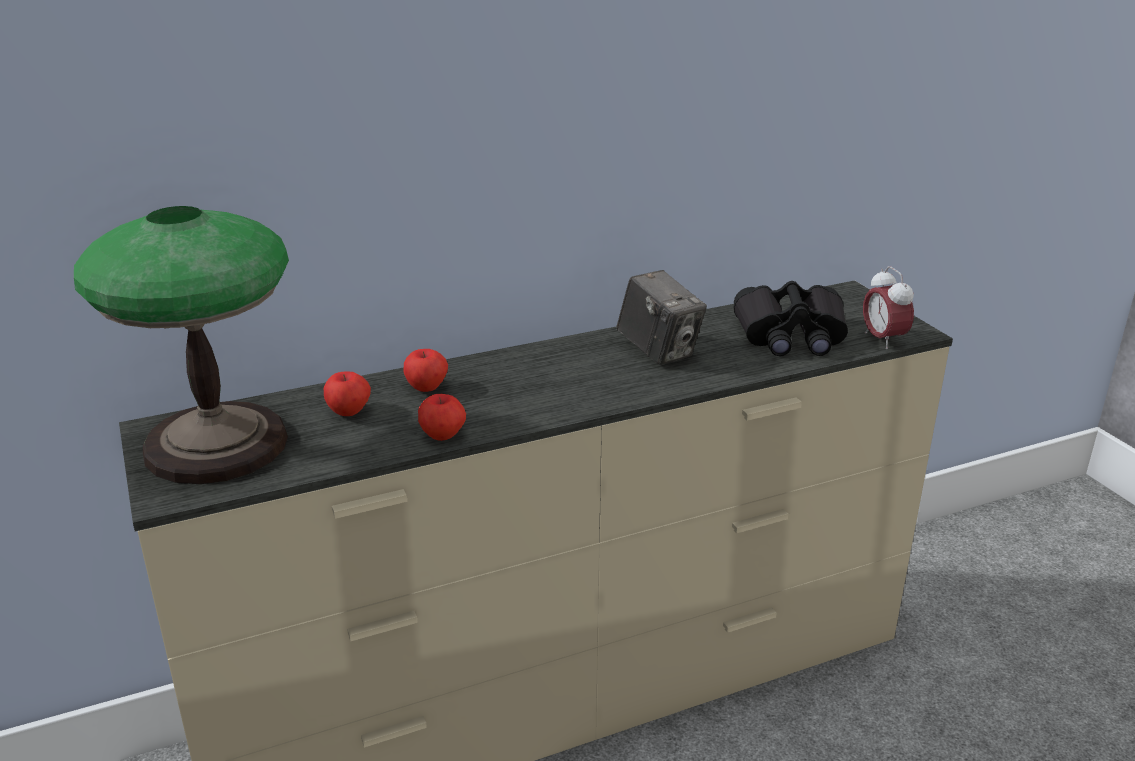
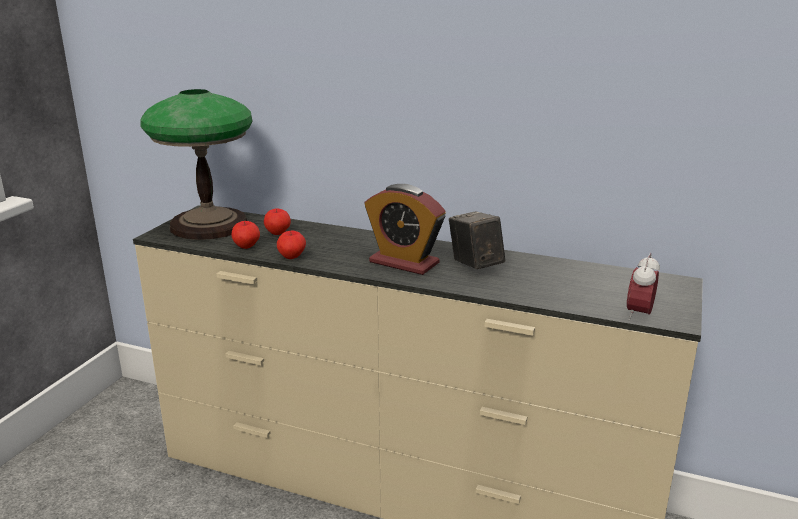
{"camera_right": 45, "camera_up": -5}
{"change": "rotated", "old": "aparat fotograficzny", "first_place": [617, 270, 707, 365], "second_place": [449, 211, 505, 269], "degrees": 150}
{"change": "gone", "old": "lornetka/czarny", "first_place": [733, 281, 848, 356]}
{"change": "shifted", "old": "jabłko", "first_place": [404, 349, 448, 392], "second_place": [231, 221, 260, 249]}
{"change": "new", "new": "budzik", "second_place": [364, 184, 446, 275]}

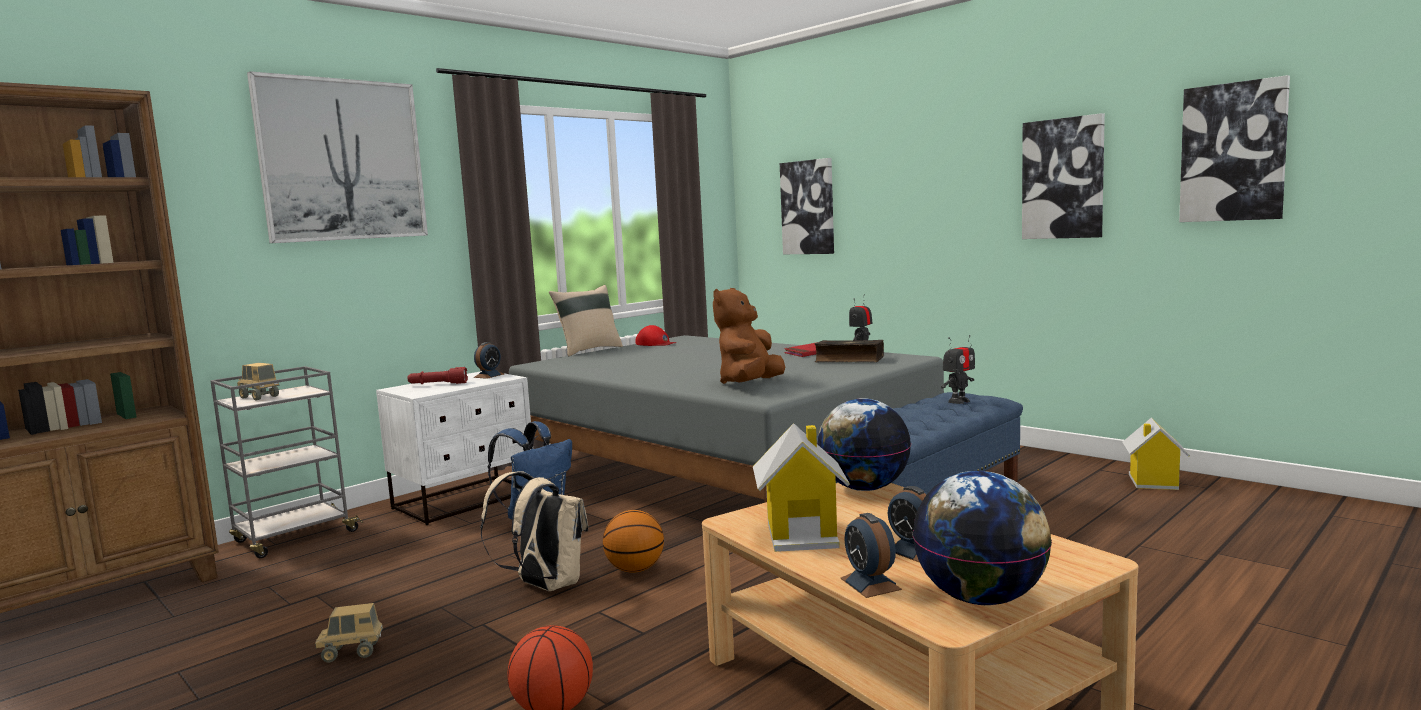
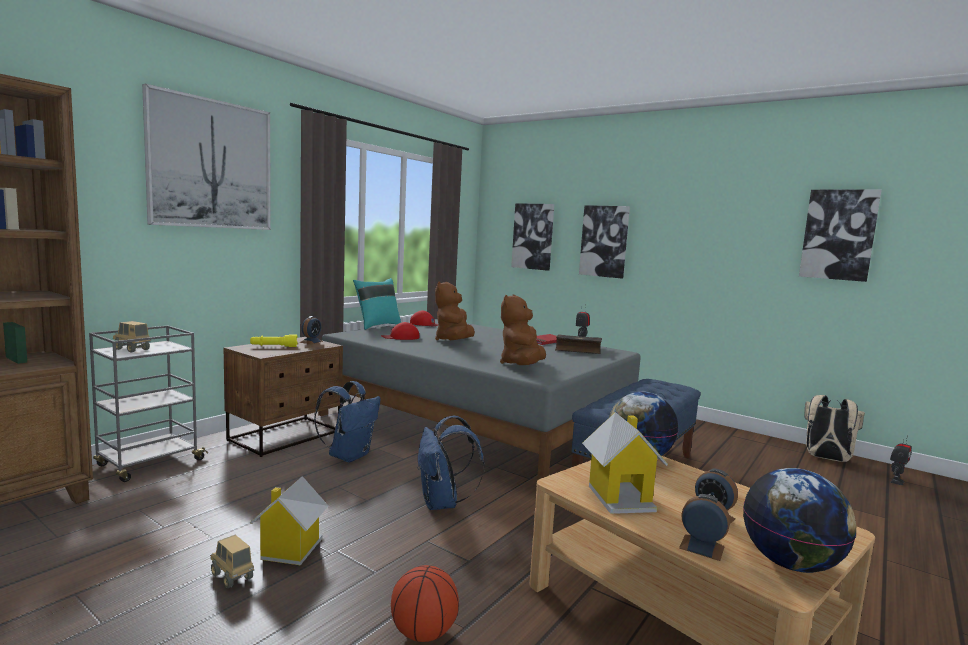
{"camera_right": -10, "camera_up": 0}
{"change": "shifted", "old": "obraz", "first_place": [1022, 113, 1105, 239], "second_place": [579, 205, 630, 278]}
{"change": "repainted", "old": "poduszka/beżowy", "new": "poduszka/turkusowy", "first_place": [549, 285, 623, 356], "second_place": [353, 278, 401, 330]}
{"change": "shifted", "old": "robot zabawkowy", "first_place": [941, 335, 975, 404], "second_place": [890, 436, 912, 485]}
{"change": "repainted", "old": "latarka/czerwony", "new": "latarka/żółty", "first_place": [408, 367, 468, 384], "second_place": [250, 335, 297, 347]}
{"change": "repainted", "old": "szafka nocna/biały", "new": "szafka nocna/brązowy", "first_place": [376, 371, 533, 525], "second_place": [224, 337, 343, 457]}
{"change": "shifted", "old": "domek", "first_place": [1123, 418, 1190, 490], "second_place": [250, 476, 328, 565]}
{"change": "shifted", "old": "plecak/beżowy", "first_place": [480, 471, 588, 591], "second_place": [804, 395, 865, 462]}
{"change": "swapped", "old": "piłka do koszykówki", "new": "plecak/niebieski", "first_place": [603, 510, 664, 573], "second_place": [418, 416, 485, 510]}
{"change": "rotated", "old": "budzik", "first_place": [840, 513, 902, 598], "second_place": [679, 494, 730, 561], "degrees": 150}
{"change": "rotated", "old": "ciężarówka zabawkowa", "first_place": [315, 603, 383, 662], "second_place": [210, 535, 255, 588], "degrees": 60}
{"change": "new", "new": "pluszak/brązowy", "second_place": [435, 282, 475, 340]}
{"change": "new", "new": "czapka z daszkiem/czerwony", "second_place": [381, 322, 420, 340]}

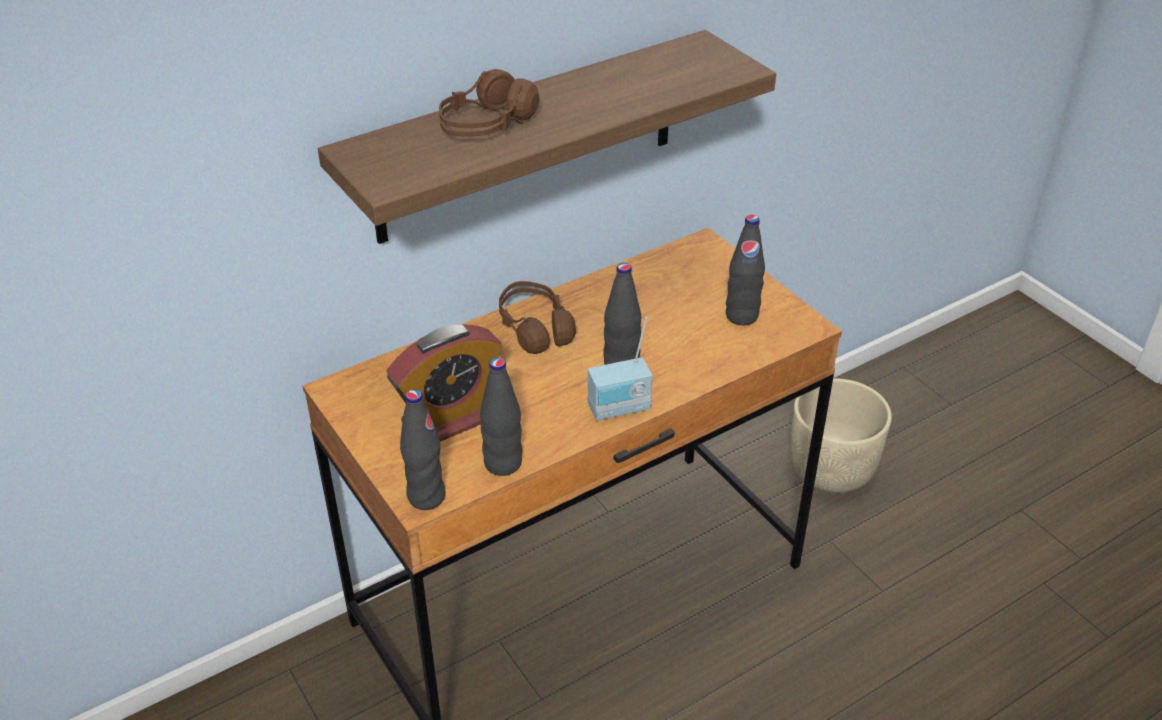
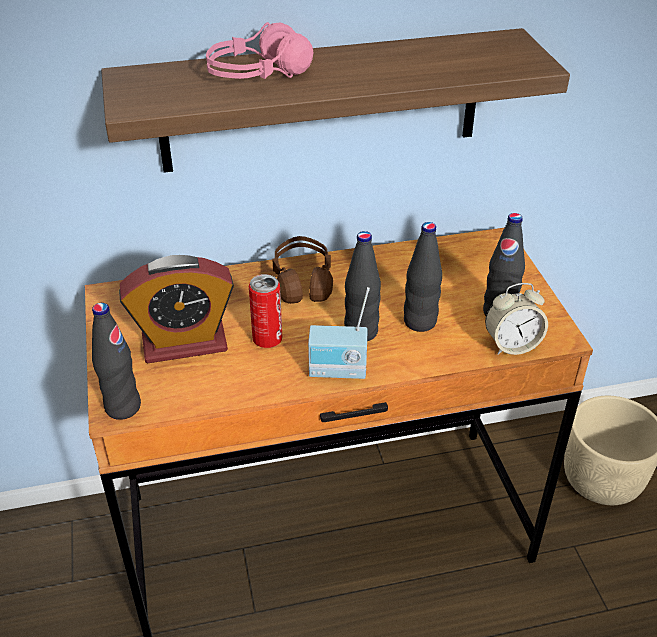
{"camera_right": 20, "camera_up": 0}
{"change": "repainted", "old": "słuchawki/brązowy", "new": "słuchawki/różowy", "first_place": [439, 69, 540, 137], "second_place": [206, 22, 314, 79]}
{"change": "shifted", "old": "butelka/czarny", "first_place": [480, 357, 522, 476], "second_place": [404, 222, 442, 332]}
{"change": "new", "new": "puszka", "second_place": [249, 274, 282, 348]}
{"change": "new", "new": "budzik", "second_place": [485, 283, 548, 355]}

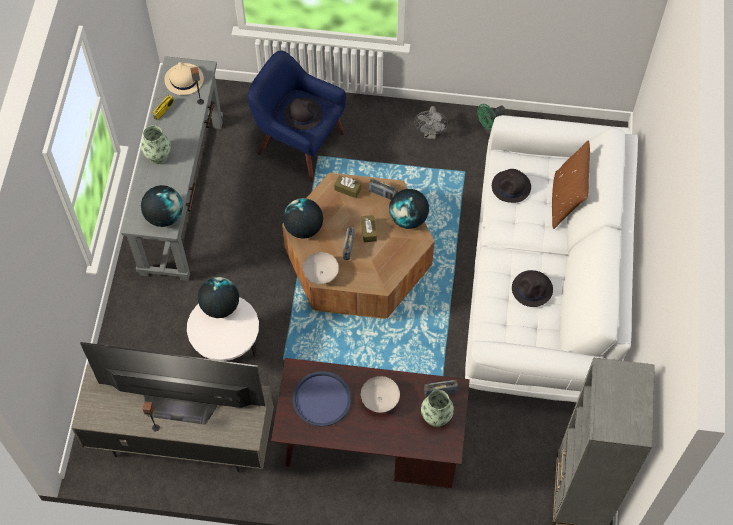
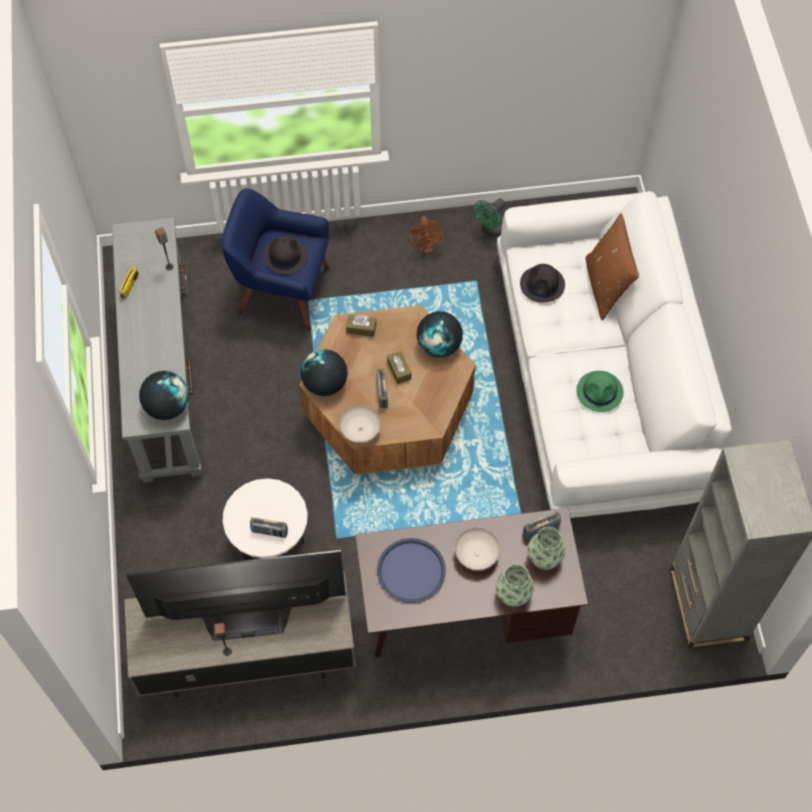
{"camera_right": -15, "camera_up": 0}
{"change": "gone", "old": "kapelusz/beżowy", "first_place": [164, 62, 204, 95]}
{"change": "repainted", "old": "wentylator/szary", "new": "wentylator/brązowy", "first_place": [414, 106, 448, 139], "second_place": [408, 216, 446, 254]}
{"change": "shifted", "old": "wazon", "first_place": [141, 125, 171, 164], "second_place": [496, 564, 534, 607]}
{"change": "shifted", "old": "radio", "first_place": [369, 178, 398, 200], "second_place": [250, 518, 288, 538]}
{"change": "repainted", "old": "kapelusz/czarny", "new": "kapelusz/zielony", "first_place": [512, 270, 553, 307], "second_place": [576, 371, 624, 412]}
{"change": "gone", "old": "globus", "first_place": [198, 277, 239, 318]}

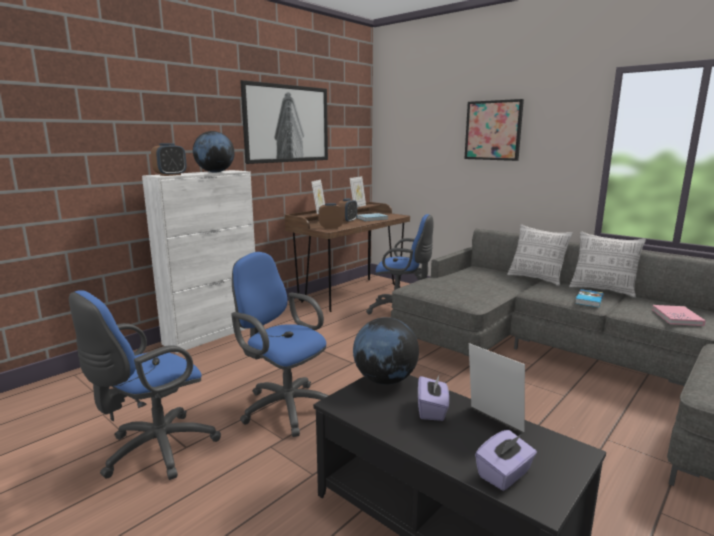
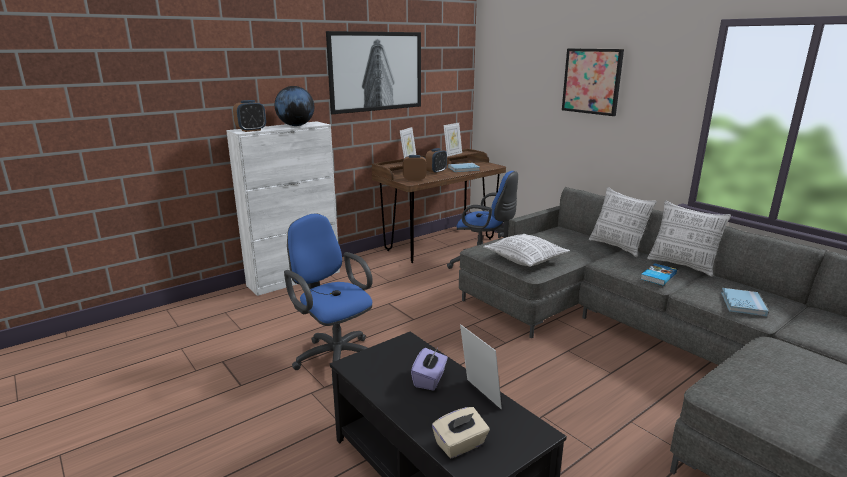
{"camera_right": 10, "camera_up": 5}
{"change": "gone", "old": "krzesło biurowe/niebieski", "first_place": [69, 290, 221, 480]}
{"change": "repainted", "old": "książka/różowy", "new": "książka/niebieski", "first_place": [652, 305, 706, 326], "second_place": [721, 288, 768, 316]}
{"change": "gone", "old": "globus", "first_place": [353, 317, 419, 385]}
{"change": "repainted", "old": "pudełko chusteczek/fioletowy", "new": "pudełko chusteczek/beżowy", "first_place": [475, 430, 537, 491], "second_place": [432, 407, 490, 458]}
{"change": "new", "new": "poduszka", "second_place": [483, 234, 570, 267]}

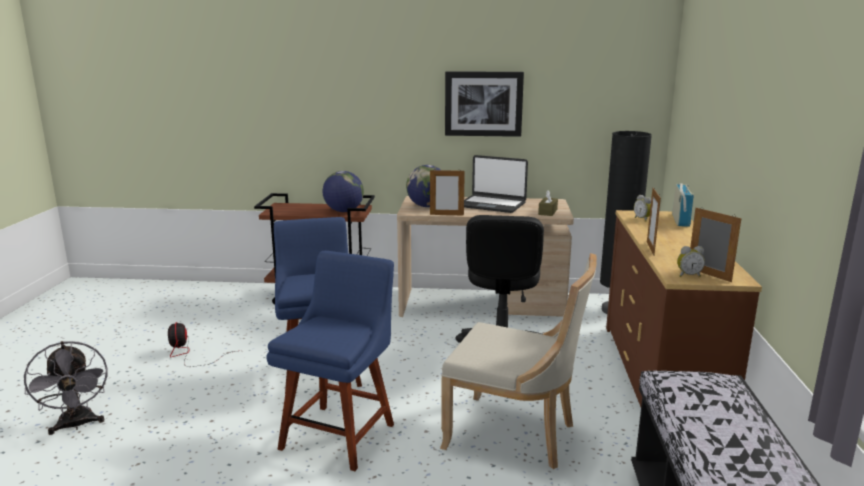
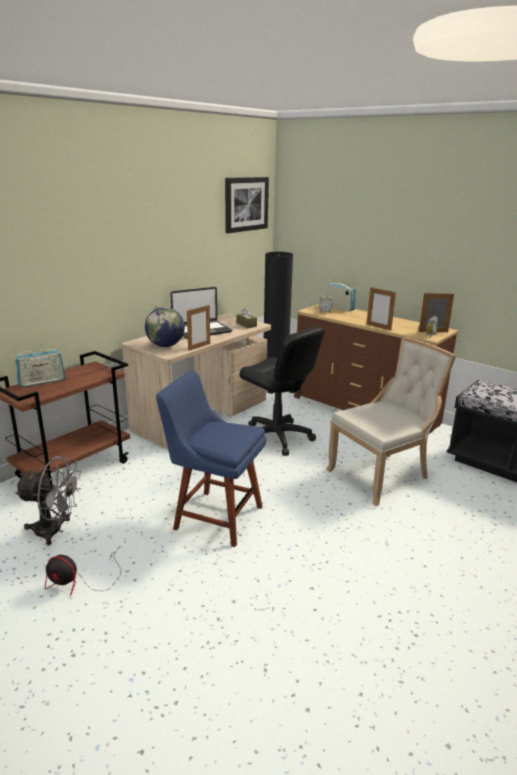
{"camera_right": -55, "camera_up": 5}
{"change": "shifted", "old": "obraz", "first_place": [445, 71, 524, 137], "second_place": [225, 177, 269, 233]}
{"change": "gone", "old": "globus", "first_place": [322, 171, 364, 212]}
{"change": "gone", "old": "krzesło/niebieski", "first_place": [266, 251, 394, 471]}
{"change": "shifted", "old": "wentylator/szary", "first_place": [24, 341, 108, 435], "second_place": [15, 456, 81, 545]}
{"change": "new", "new": "radio", "second_place": [15, 349, 66, 388]}

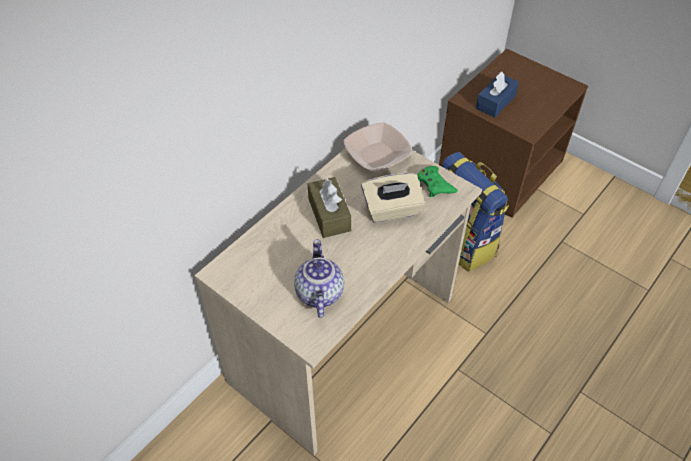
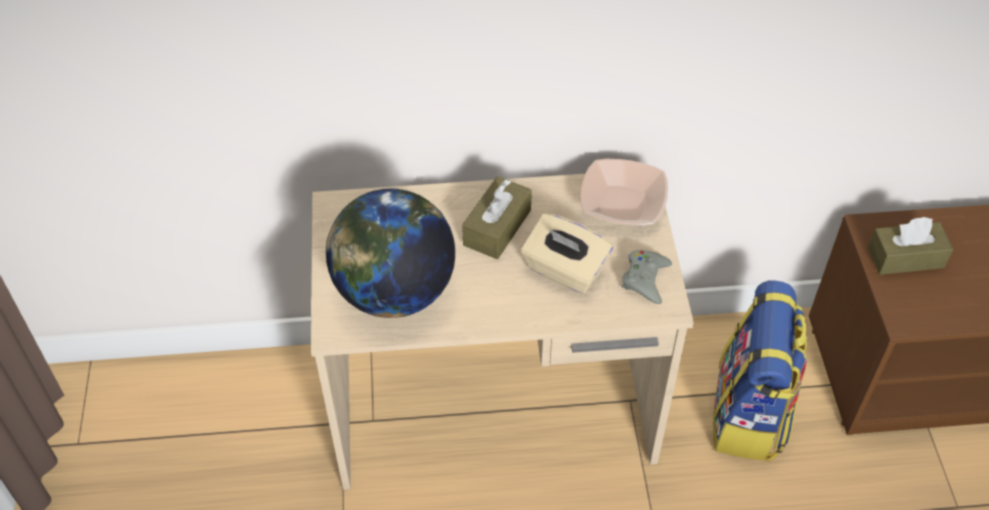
{"camera_right": 45, "camera_up": 0}
{"change": "repainted", "old": "pudełko chusteczek/niebieski", "new": "pudełko chusteczek/brązowy", "first_place": [476, 72, 519, 118], "second_place": [868, 217, 953, 275]}
{"change": "repainted", "old": "pad do gier/zielony", "new": "pad do gier/szary", "first_place": [417, 166, 458, 197], "second_place": [621, 250, 672, 304]}
{"change": "swapped", "old": "imbryk", "new": "globus", "first_place": [294, 239, 344, 318], "second_place": [326, 189, 455, 318]}

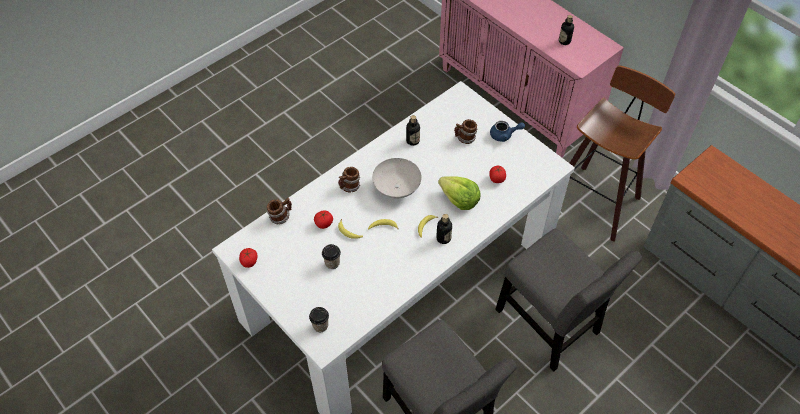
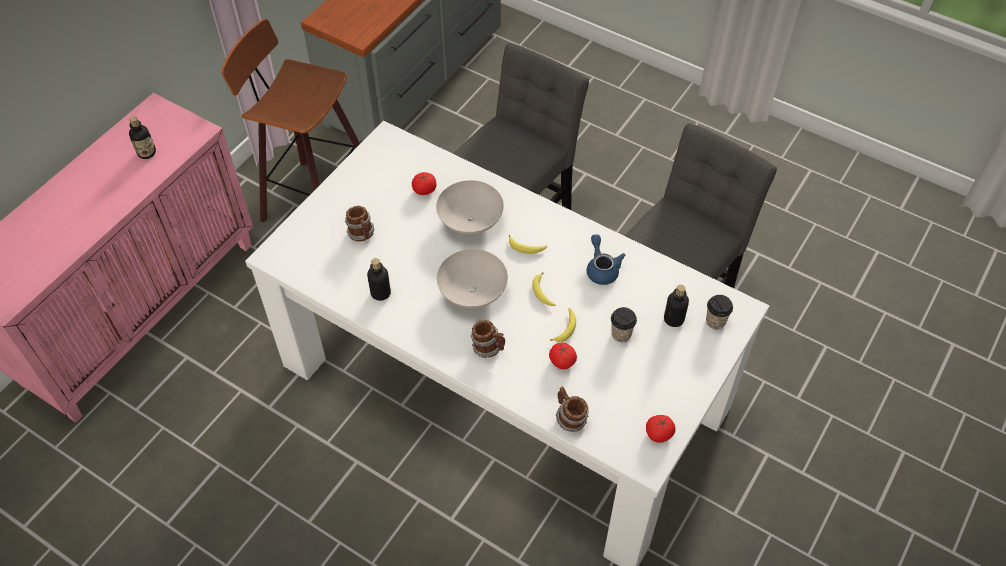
{"camera_right": -105, "camera_up": 0}
{"change": "shifted", "old": "imbryk/niebieski", "first_place": [490, 121, 525, 142], "second_place": [587, 234, 625, 285]}
{"change": "swapped", "old": "sałata", "new": "miska/biały", "first_place": [438, 176, 480, 210], "second_place": [436, 180, 504, 235]}
{"change": "shifted", "old": "butelka", "first_place": [436, 214, 452, 244], "second_place": [664, 285, 689, 327]}

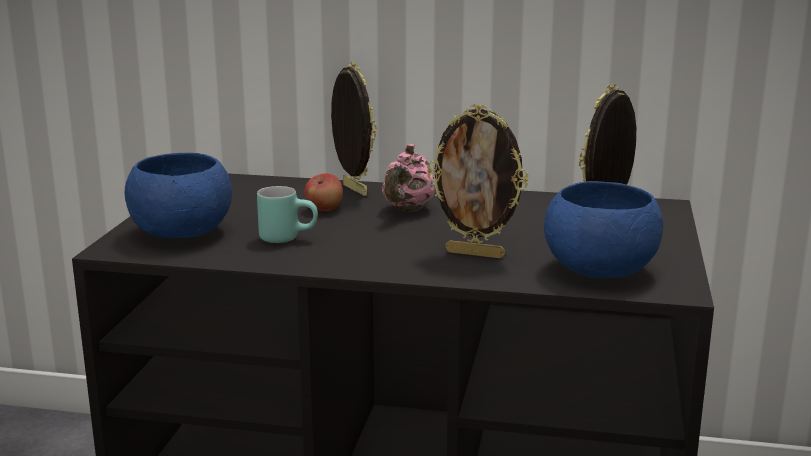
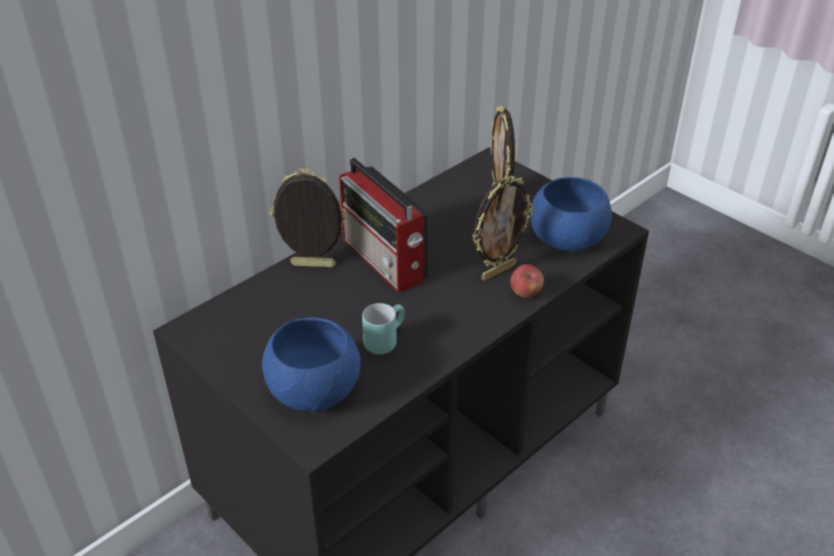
{"camera_right": -55, "camera_up": 20}
{"change": "swapped", "old": "imbryk/różowy", "new": "radio", "first_place": [382, 144, 435, 212], "second_place": [339, 157, 429, 293]}
{"change": "shifted", "old": "jabłko", "first_place": [305, 173, 343, 211], "second_place": [510, 264, 544, 298]}

